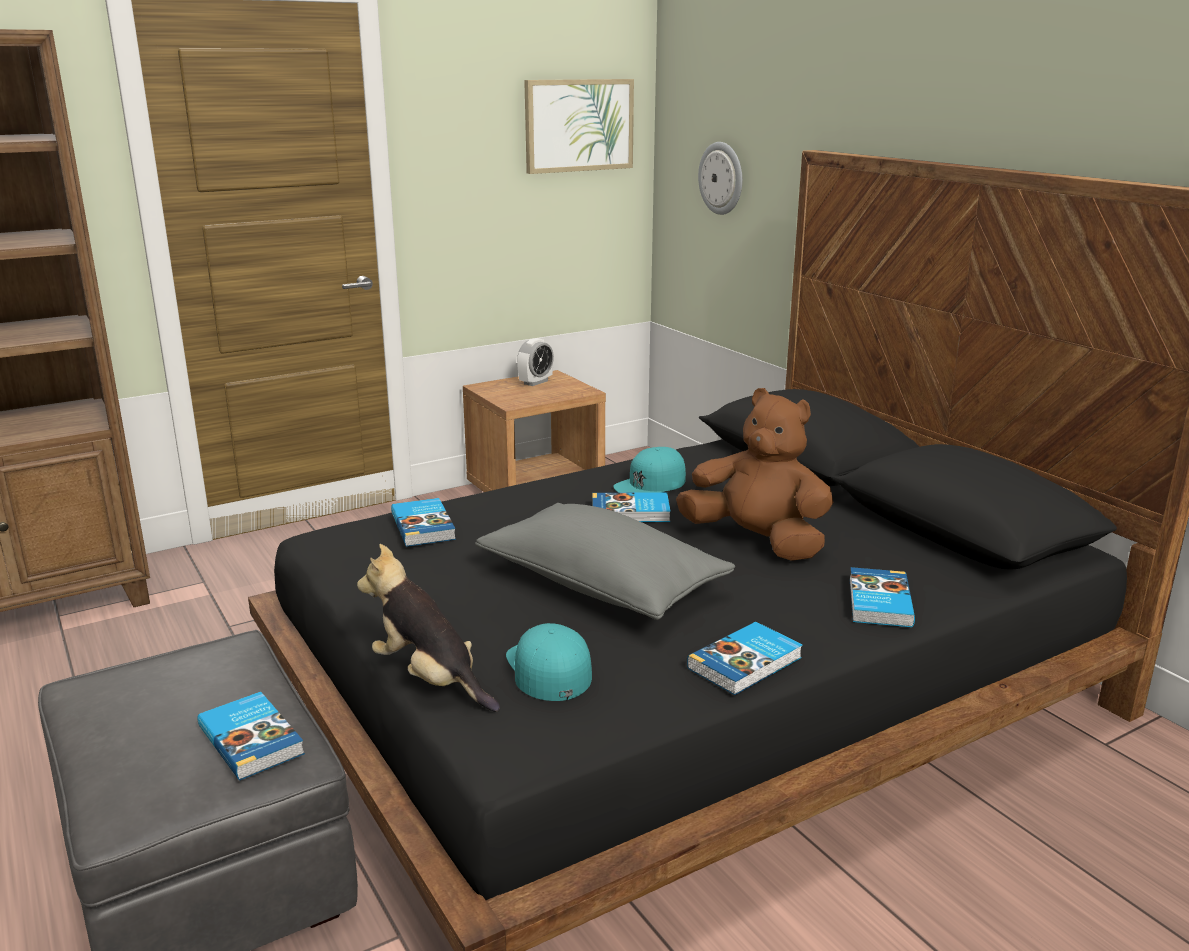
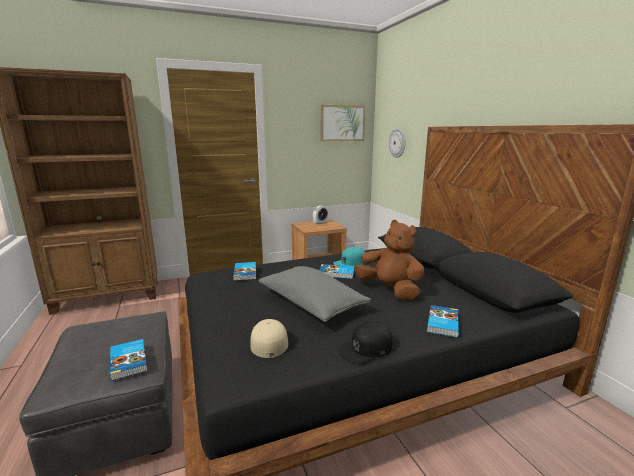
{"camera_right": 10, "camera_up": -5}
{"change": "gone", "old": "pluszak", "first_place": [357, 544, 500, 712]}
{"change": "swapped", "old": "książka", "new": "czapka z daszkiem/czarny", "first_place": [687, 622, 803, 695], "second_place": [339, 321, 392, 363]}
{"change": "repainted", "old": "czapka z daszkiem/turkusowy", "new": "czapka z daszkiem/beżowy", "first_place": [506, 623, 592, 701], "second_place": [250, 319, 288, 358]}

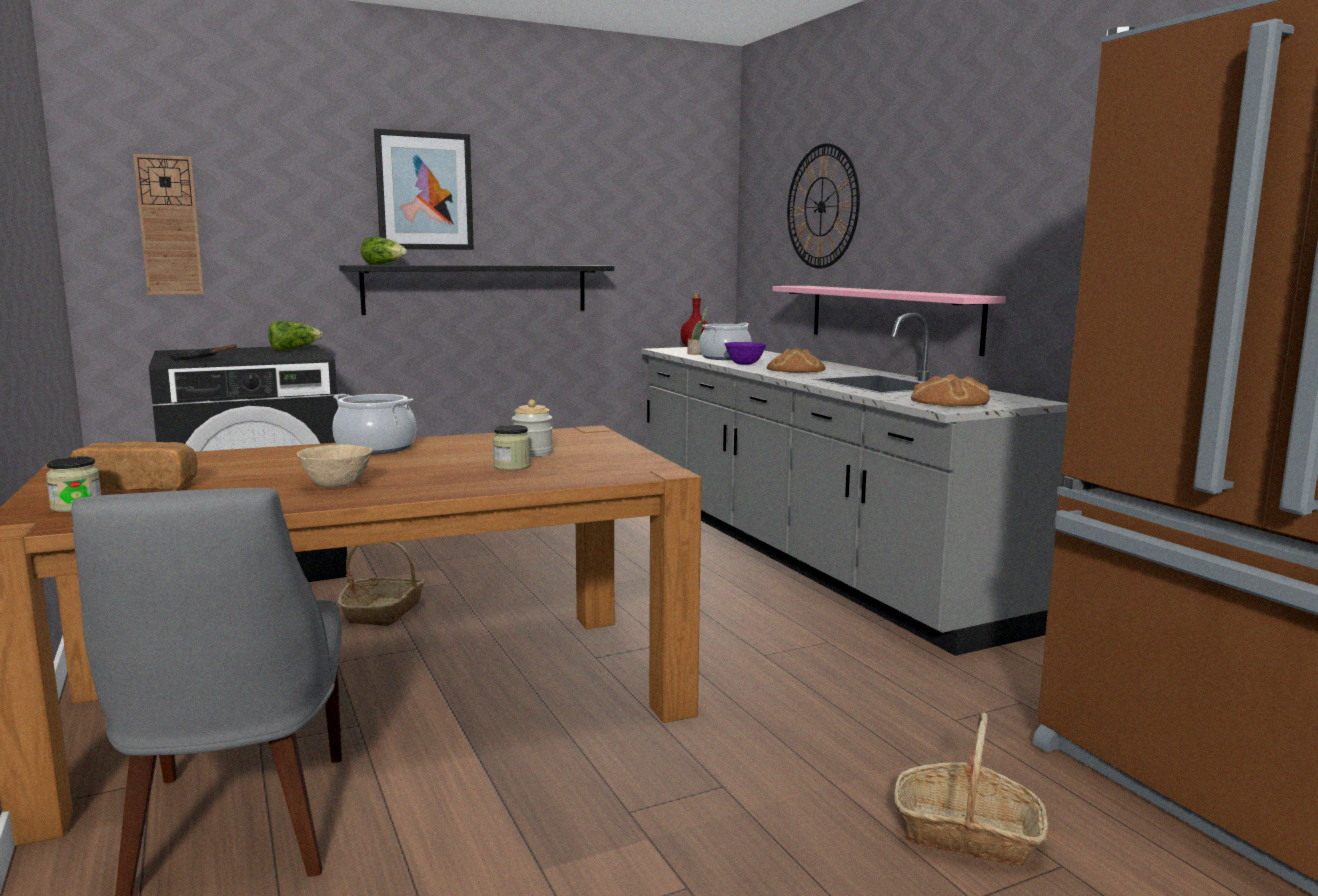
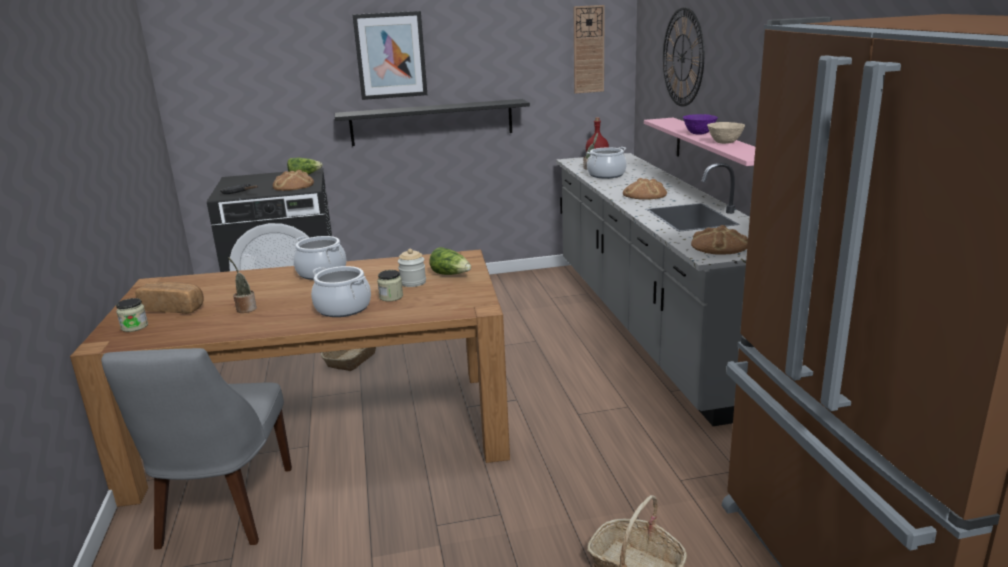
{"camera_right": 15, "camera_up": 10}
{"change": "shifted", "old": "zegar ścienny", "first_place": [133, 154, 204, 295], "second_place": [574, 5, 605, 94]}
{"change": "shifted", "old": "sałata", "first_place": [361, 237, 407, 265], "second_place": [429, 247, 471, 275]}
{"change": "shifted", "old": "miska/fioletowy", "first_place": [725, 342, 766, 365], "second_place": [683, 114, 718, 134]}
{"change": "shifted", "old": "miska/beżowy", "first_place": [296, 444, 373, 488], "second_place": [707, 122, 745, 144]}
{"change": "new", "new": "chleb", "second_place": [273, 170, 314, 191]}
{"change": "new", "new": "roślina doniczkowa", "second_place": [228, 257, 257, 313]}
{"change": "new", "new": "garnek", "second_place": [311, 266, 371, 317]}

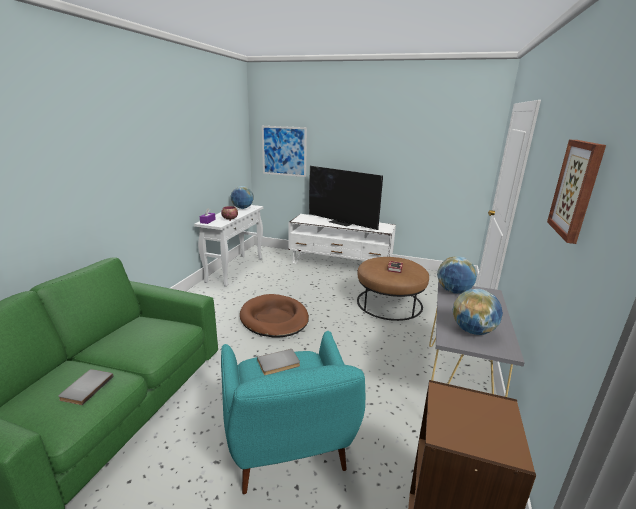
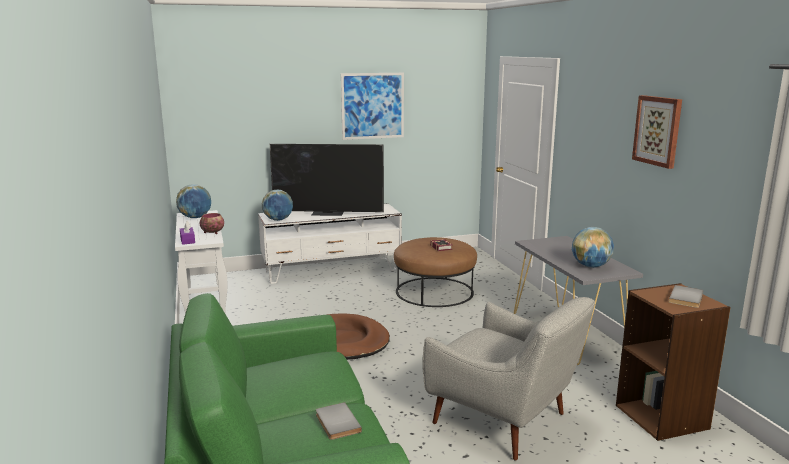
{"camera_right": -35, "camera_up": -5}
{"change": "shifted", "old": "obraz", "first_place": [262, 126, 307, 177], "second_place": [341, 73, 404, 140]}
{"change": "shifted", "old": "globus", "first_place": [437, 256, 477, 293], "second_place": [262, 190, 293, 221]}
{"change": "repainted", "old": "fotel/turkusowy", "new": "fotel/szary", "first_place": [221, 331, 365, 494], "second_place": [422, 297, 595, 461]}
{"change": "shifted", "old": "książka/szary", "first_place": [257, 349, 300, 375], "second_place": [669, 285, 703, 308]}

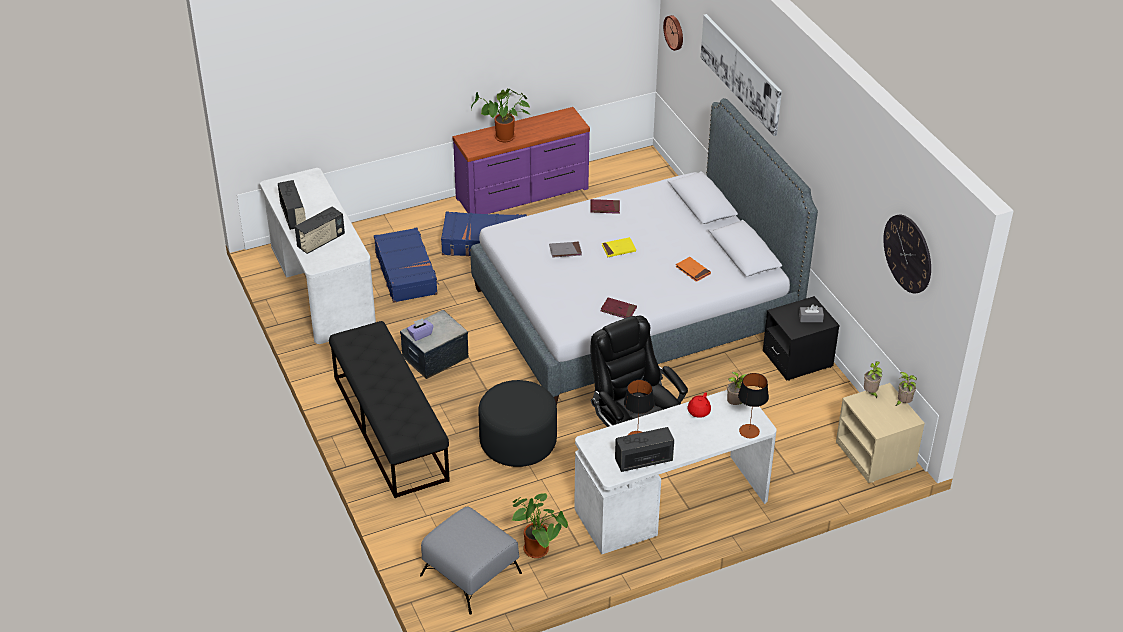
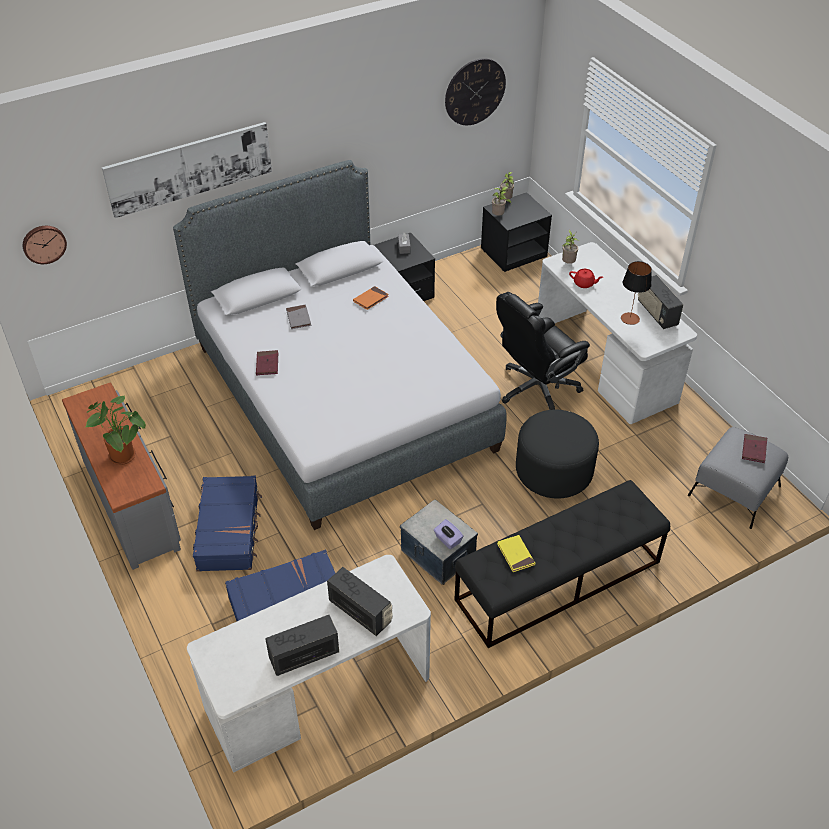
{"camera_right": -95, "camera_up": 5}
{"change": "repainted", "old": "komoda/fioletowy", "new": "komoda/szary", "first_place": [453, 107, 590, 214], "second_place": [62, 382, 181, 570]}
{"change": "shifted", "old": "książka/żółty", "first_place": [602, 237, 636, 257], "second_place": [497, 535, 535, 572]}
{"change": "shifted", "old": "książka/szary", "first_place": [549, 242, 582, 258], "second_place": [286, 304, 311, 329]}
{"change": "shifted", "old": "książka/czerwony", "first_place": [601, 297, 637, 318], "second_place": [742, 434, 767, 463]}
{"change": "gone", "old": "lampa stołowa", "first_place": [738, 373, 769, 438]}
{"change": "repainted", "old": "szafka nocna/beżowy", "new": "szafka nocna/czarny", "first_place": [836, 383, 925, 483], "second_place": [481, 192, 552, 272]}
{"change": "gone", "old": "roślina doniczkowa", "first_place": [511, 493, 568, 558]}

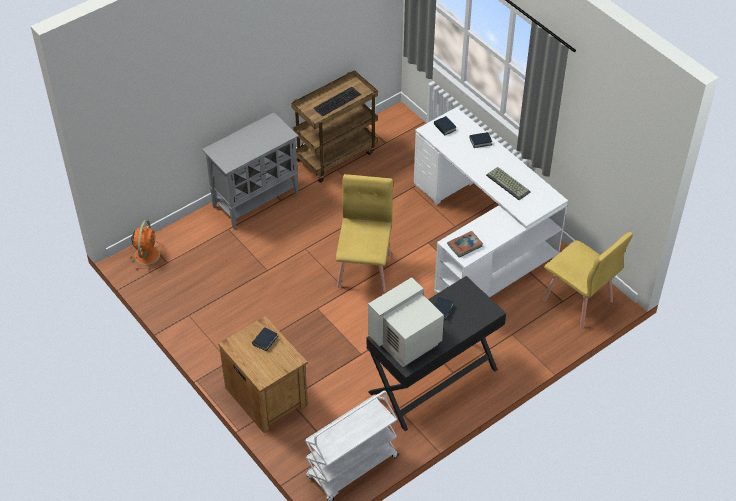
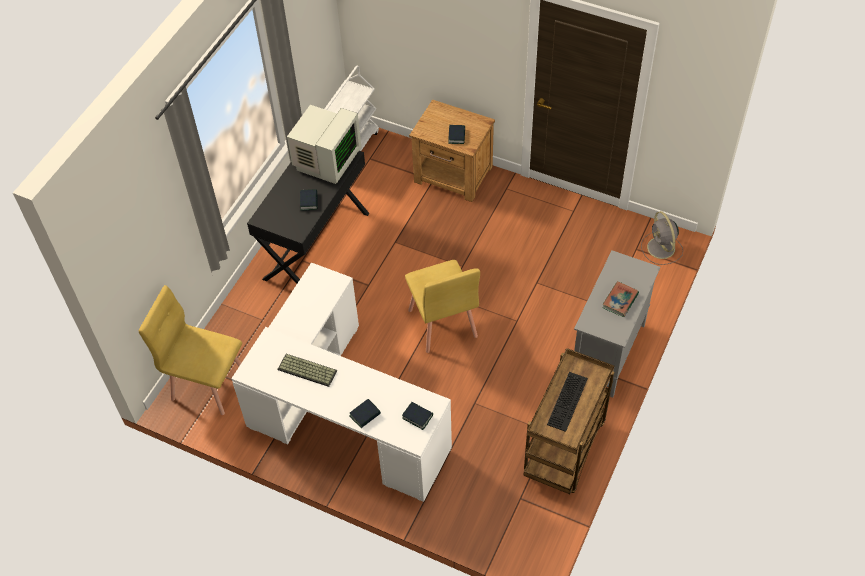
{"camera_right": 155, "camera_up": 5}
{"change": "repainted", "old": "wentylator/pomarańczowy", "new": "wentylator/szary", "first_place": [129, 220, 166, 269], "second_place": [641, 211, 683, 265]}
{"change": "shifted", "old": "książka", "first_place": [447, 231, 483, 258], "second_place": [602, 281, 639, 317]}

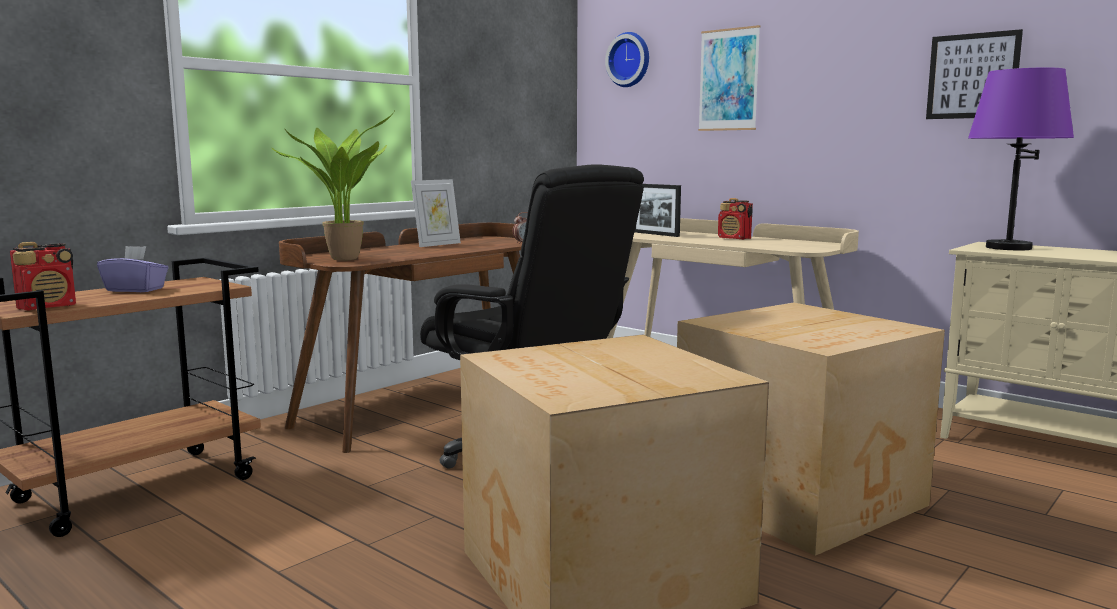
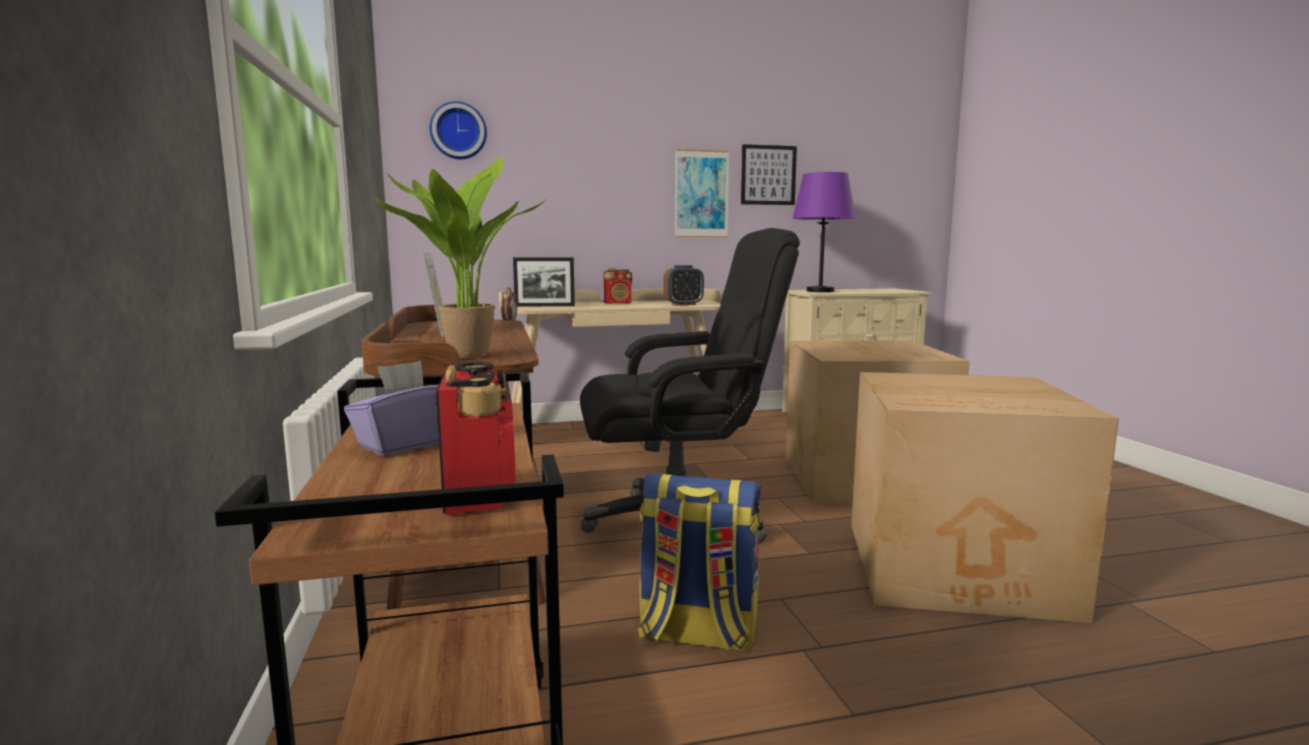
{"camera_right": -55, "camera_up": 0}
{"change": "shifted", "old": "obraz", "first_place": [698, 25, 760, 131], "second_place": [674, 149, 729, 238]}
{"change": "new", "new": "budzik", "second_place": [663, 265, 704, 305]}
{"change": "new", "new": "plecak", "second_place": [638, 473, 761, 653]}

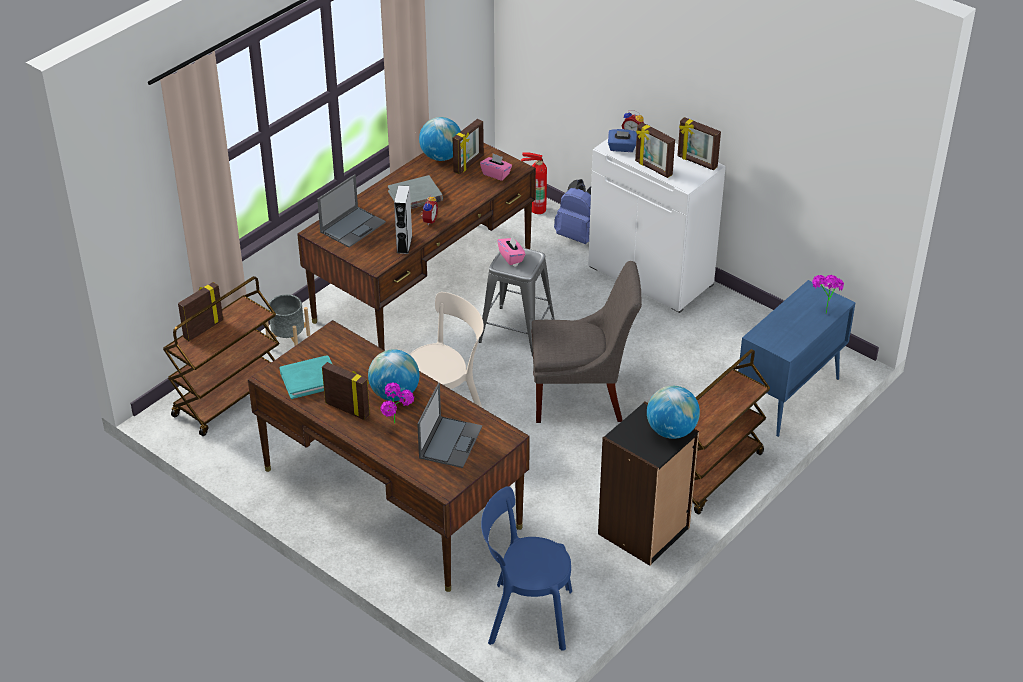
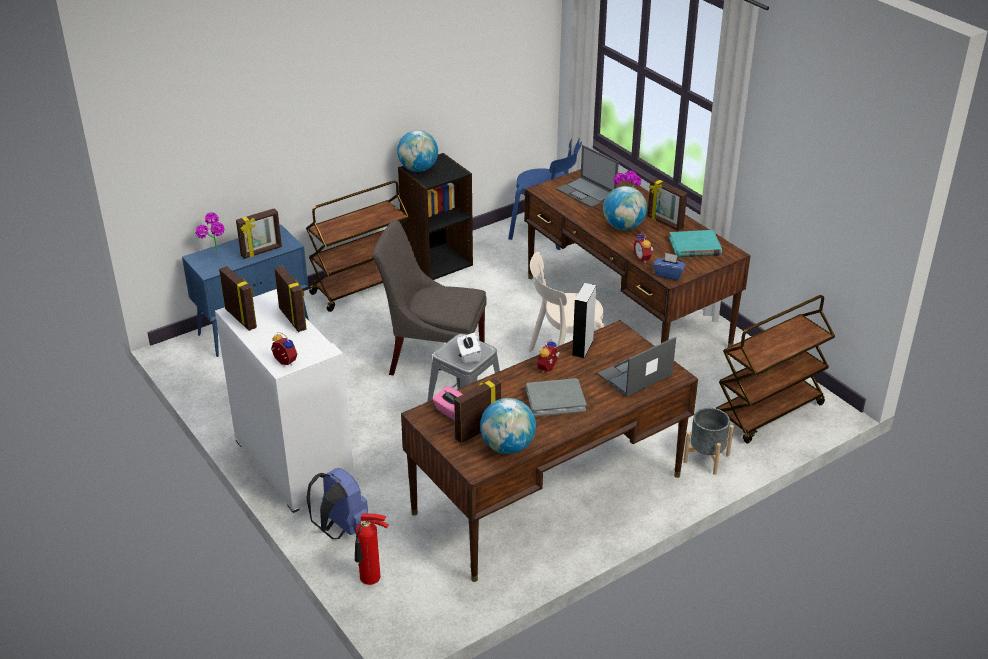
{"camera_right": -165, "camera_up": -5}
{"change": "shifted", "old": "pudełko chusteczek/niebieski", "first_place": [608, 129, 637, 152], "second_place": [653, 253, 686, 280]}
{"change": "repainted", "old": "pudełko chusteczek/różowy", "new": "pudełko chusteczek/biały", "first_place": [497, 236, 525, 265], "second_place": [457, 332, 481, 363]}
{"change": "shifted", "old": "ramka na zdjęcie", "first_place": [178, 282, 223, 341], "second_place": [236, 208, 282, 259]}
{"change": "rotated", "old": "laptop", "first_place": [417, 383, 482, 468], "second_place": [556, 145, 619, 208], "degrees": -75}
{"change": "new", "new": "budzik", "second_place": [634, 232, 653, 263]}

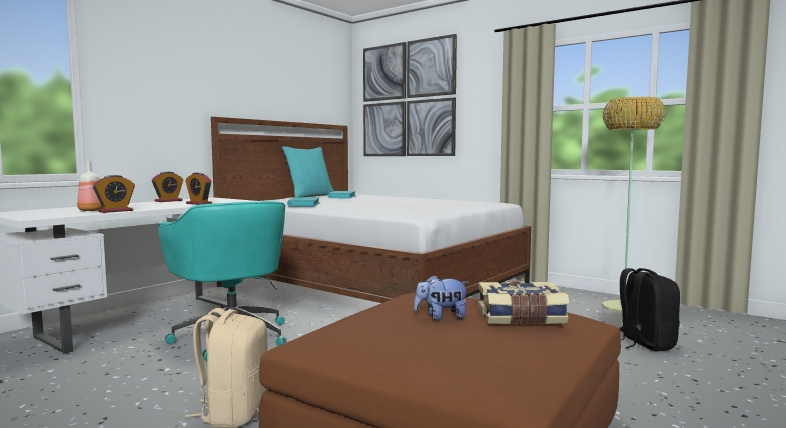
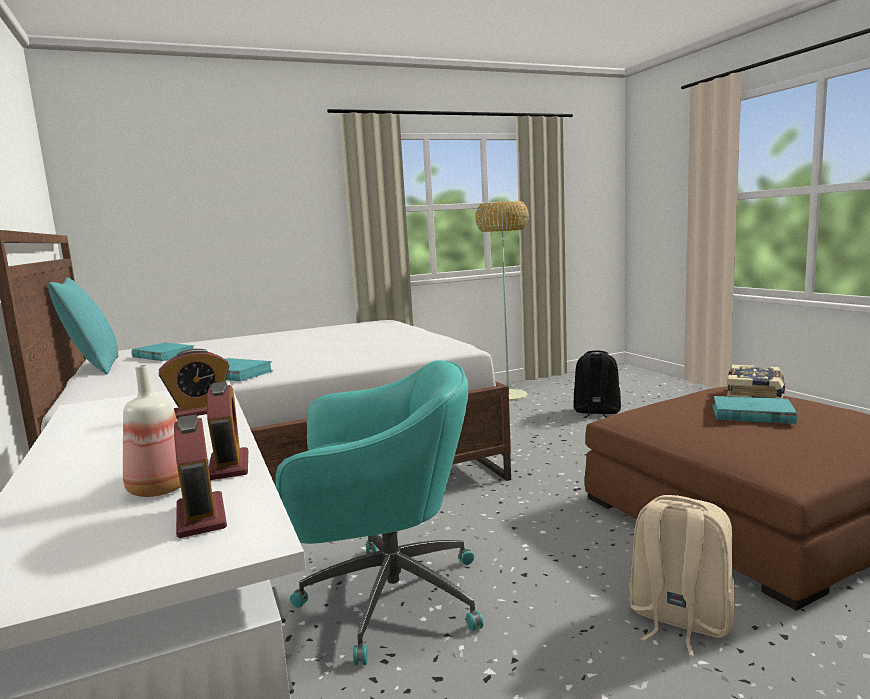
{"camera_right": -60, "camera_up": 5}
{"change": "gone", "old": "obraz", "first_place": [363, 34, 457, 156]}
{"change": "shifted", "old": "budzik", "first_place": [152, 172, 183, 202], "second_place": [174, 415, 227, 538]}
{"change": "swapped", "old": "pluszak", "new": "książka/turkusowy", "first_place": [414, 275, 469, 320], "second_place": [712, 396, 797, 424]}

